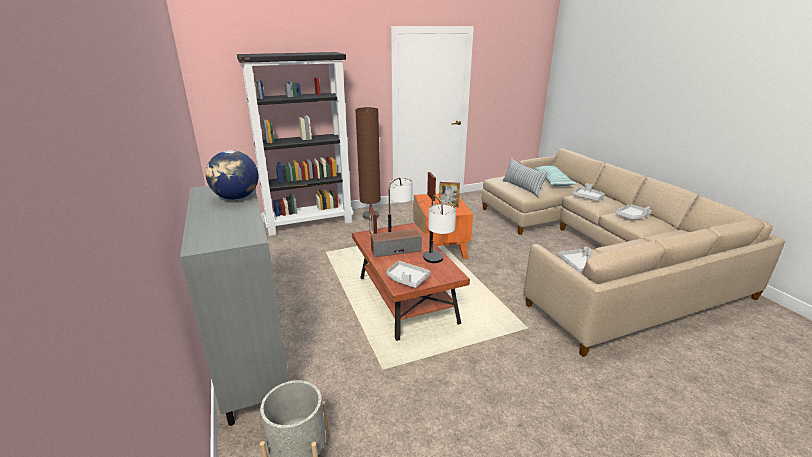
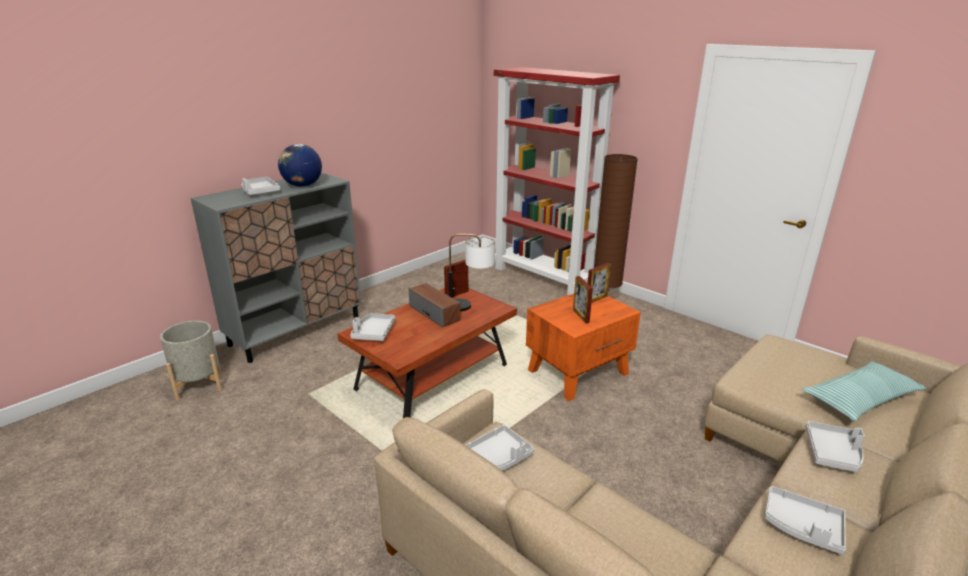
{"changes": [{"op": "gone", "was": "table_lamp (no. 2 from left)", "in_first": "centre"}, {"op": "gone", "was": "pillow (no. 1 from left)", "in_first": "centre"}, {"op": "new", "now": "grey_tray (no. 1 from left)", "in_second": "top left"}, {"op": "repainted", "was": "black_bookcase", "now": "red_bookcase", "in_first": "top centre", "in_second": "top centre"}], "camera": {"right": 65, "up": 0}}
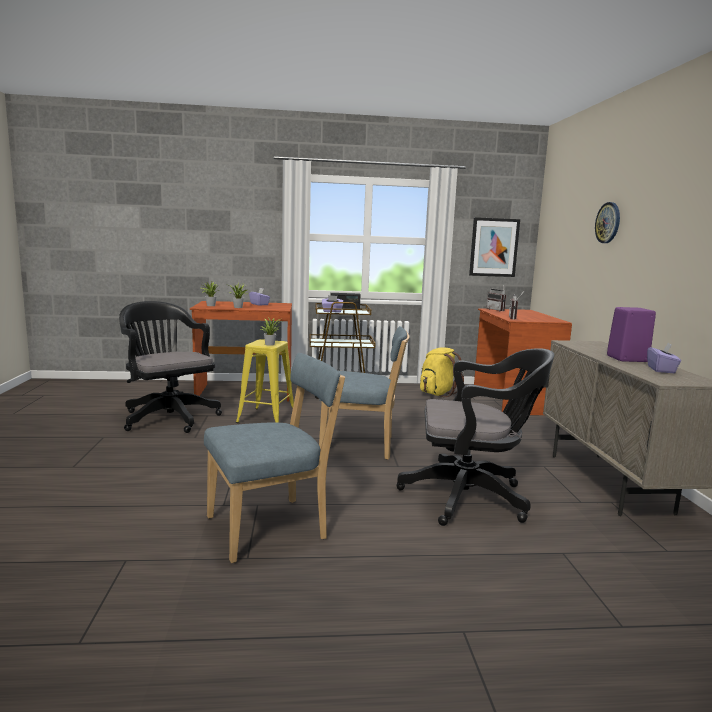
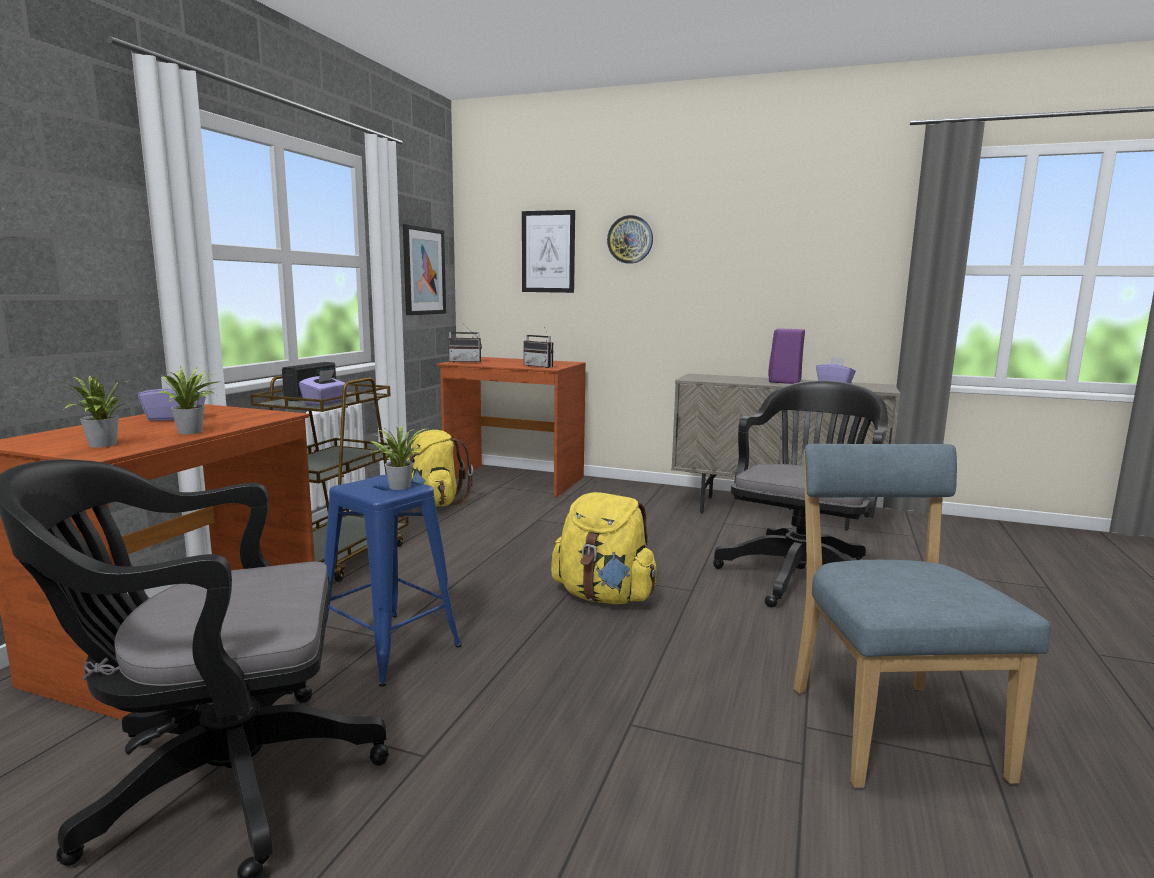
{"changes": [{"op": "new", "now": "picture (no. 2 from left)", "in_second": "top centre"}, {"op": "swapped", "was": "blue_chair (no. 2 from left)", "now": "yellow_backpack (no. 2 from left)", "in_first": "centre", "in_second": "centre"}, {"op": "repainted", "was": "yellow_stool", "now": "blue_stool", "in_first": "centre", "in_second": "centre"}], "camera": {"right": -65, "up": 0}}
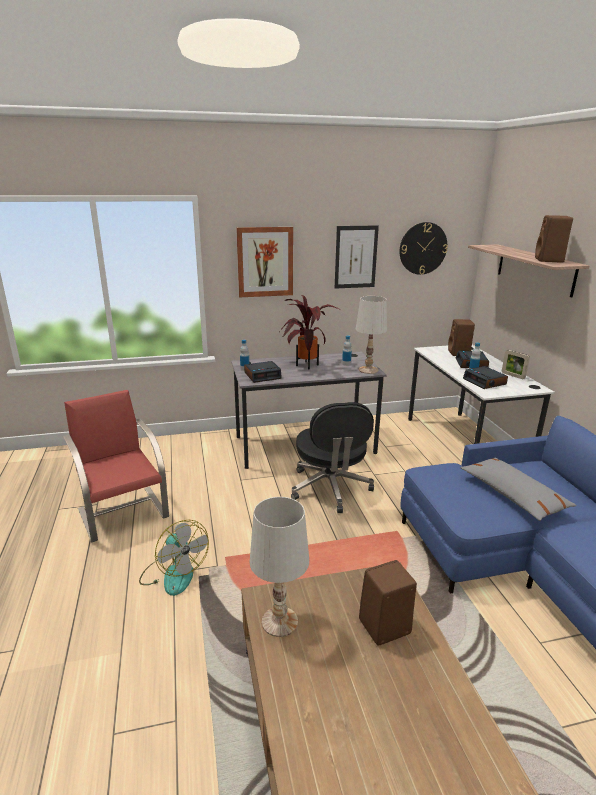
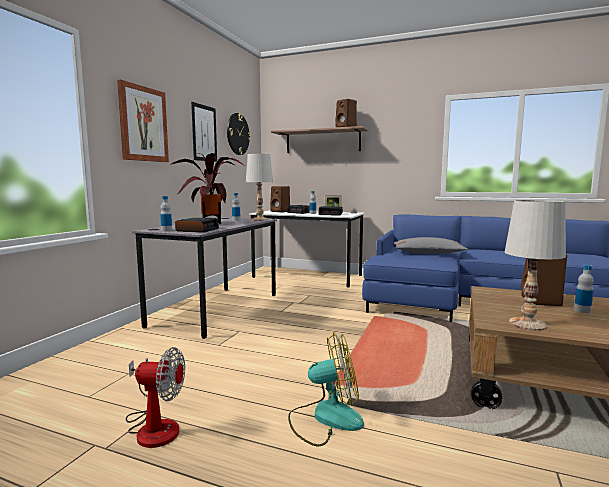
{"changes": [{"op": "gone", "was": "black_office_chair", "in_first": "centre"}, {"op": "new", "now": "bottle (no. 4 from left)", "in_second": "middle right"}, {"op": "swapped", "was": "red_chair", "now": "fan (no. 1 from left)", "in_first": "middle left", "in_second": "bottom left"}], "camera": {"right": -55, "up": -15}}
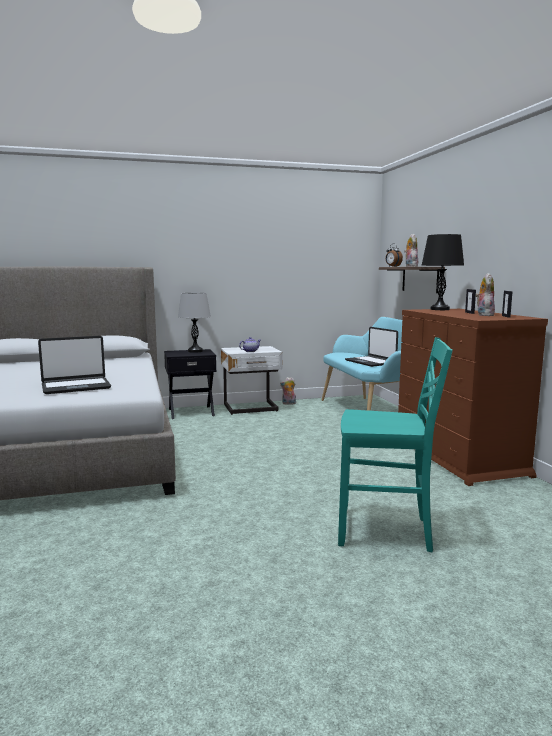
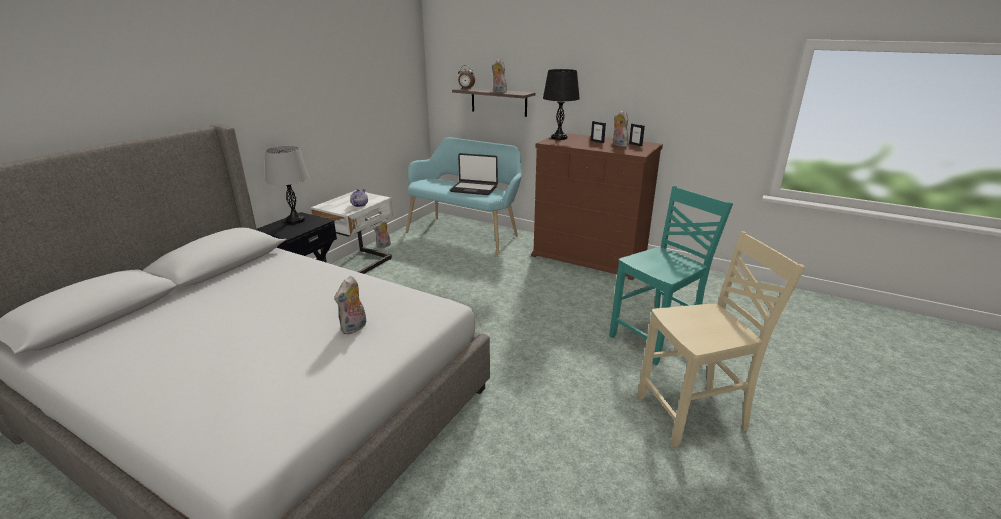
{"changes": [{"op": "new", "now": "beige_chair", "in_second": "middle right"}, {"op": "swapped", "was": "laptop (no. 1 from left)", "now": "plush_toy (no. 1 from left)", "in_first": "middle left", "in_second": "centre"}], "camera": {"right": -45, "up": 15}}
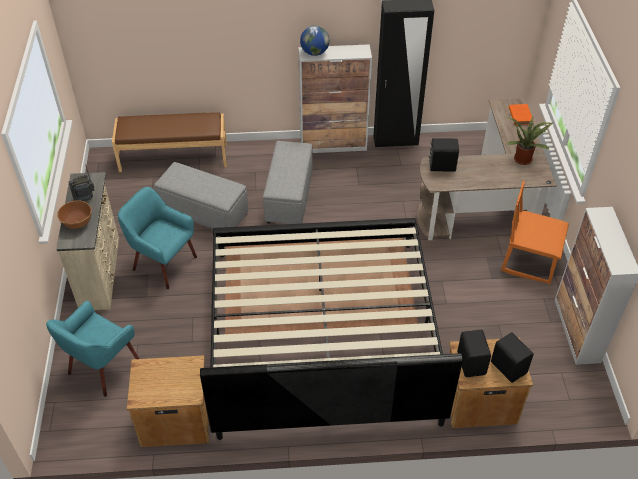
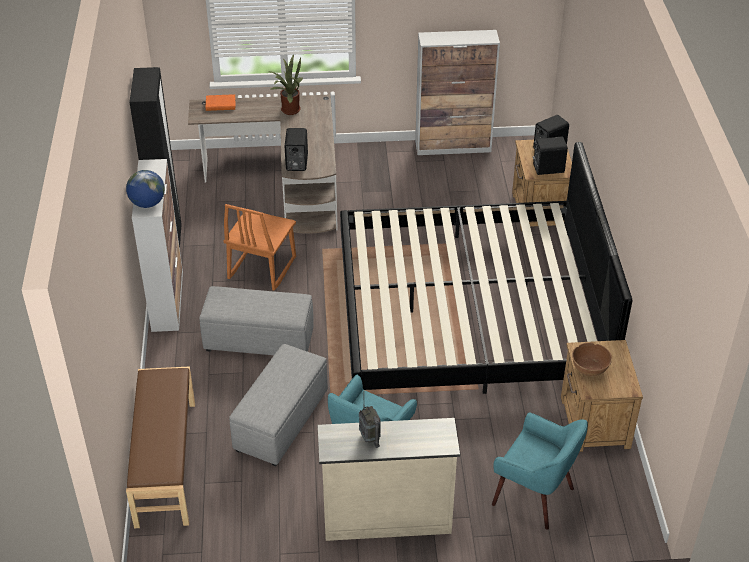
{"changes": [{"op": "shifted", "was": "brown_bowl", "in_first": "middle left", "in_second": "middle right"}, {"op": "shifted", "was": "orange_chair", "in_first": "middle right", "in_second": "centre"}], "camera": {"right": -90, "up": -5}}
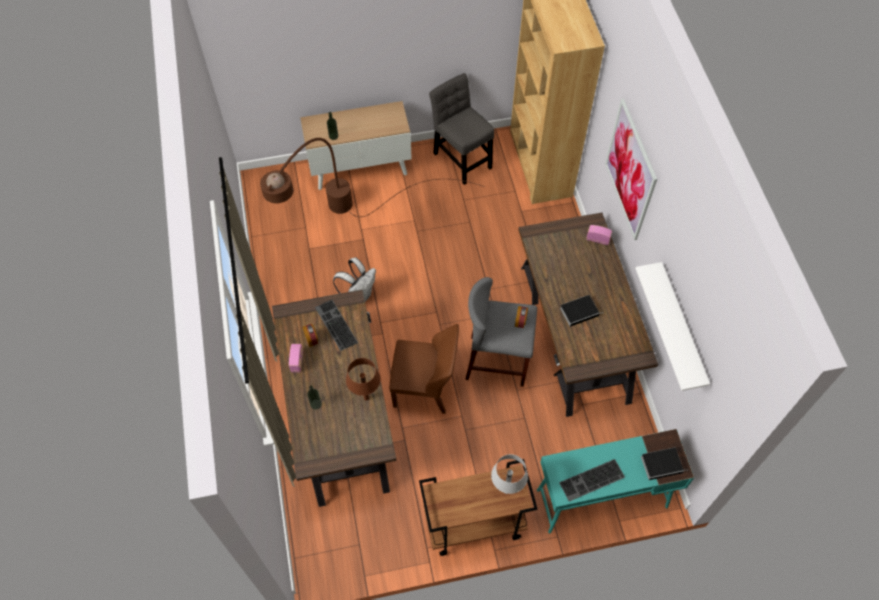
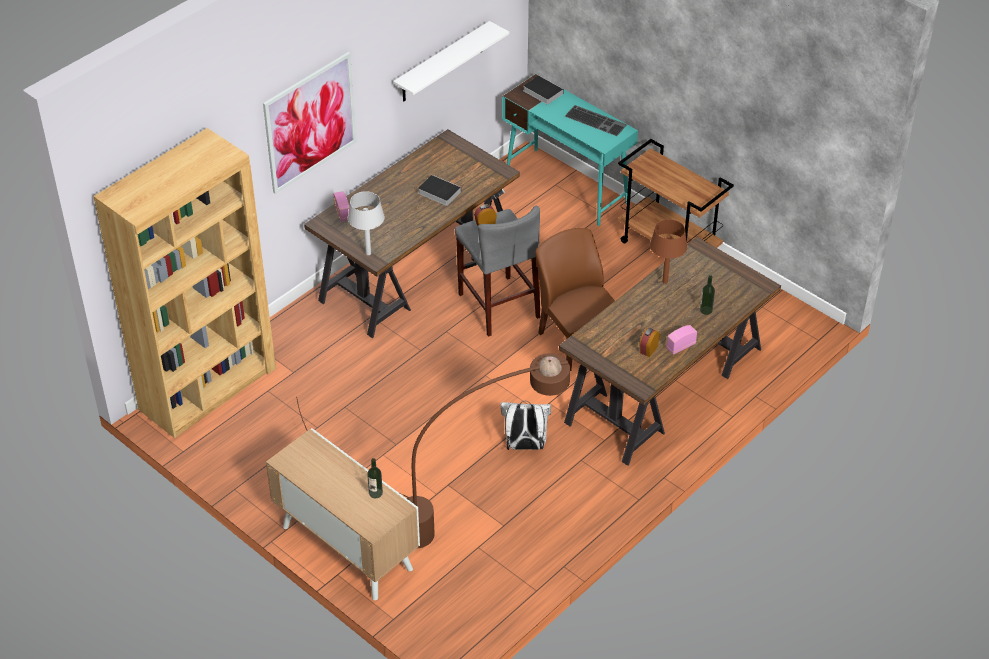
{"changes": [{"op": "gone", "was": "keyboard (no. 1 from left)", "in_first": "centre"}, {"op": "gone", "was": "grey_chair", "in_first": "top centre"}, {"op": "shifted", "was": "grey_table_lamp", "in_first": "bottom centre", "in_second": "centre"}], "camera": {"right": -125, "up": -15}}
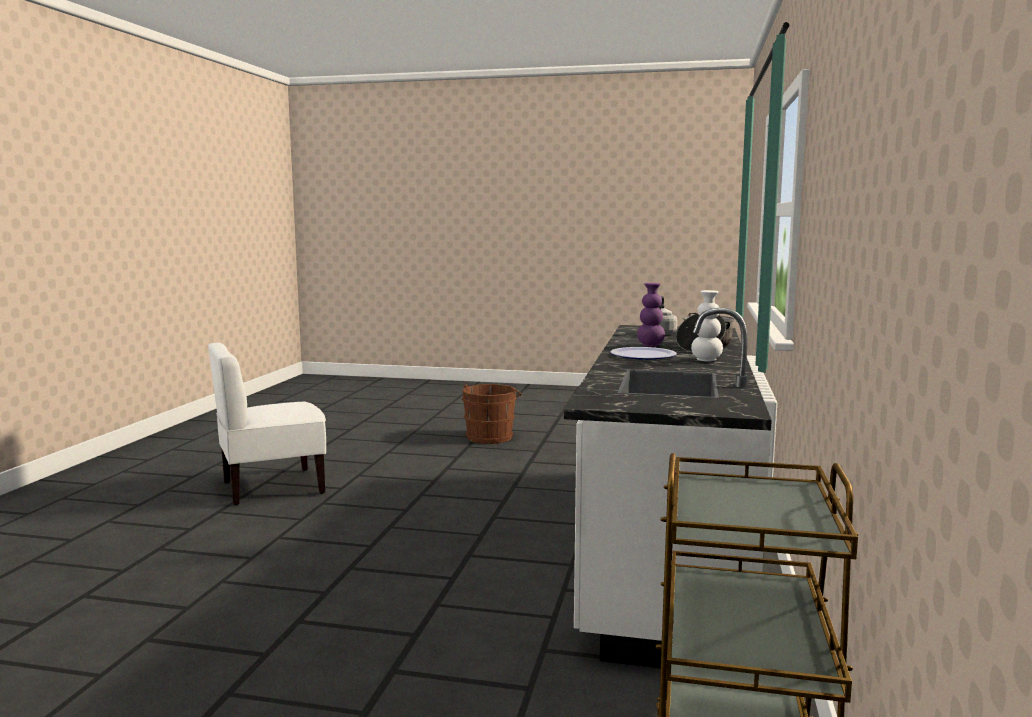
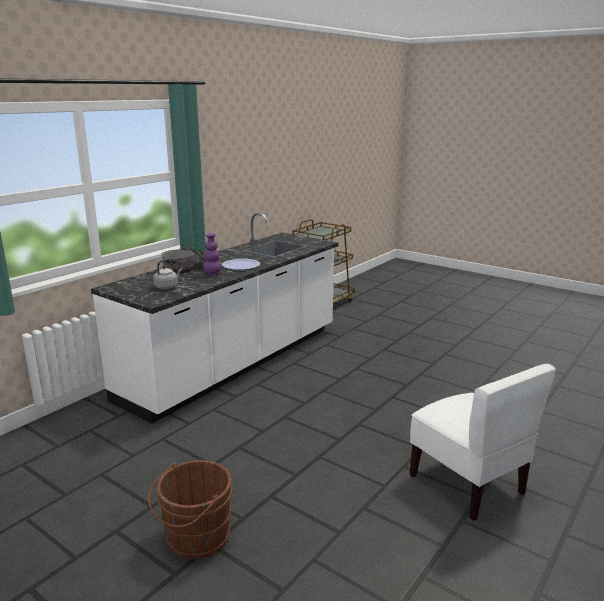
{"changes": [{"op": "gone", "was": "white_vase", "in_first": "middle right"}, {"op": "rotated", "was": "white_chair", "in_first": "middle left", "in_second": "bottom right", "clockwise": 60}], "camera": {"right": -155, "up": 10}}
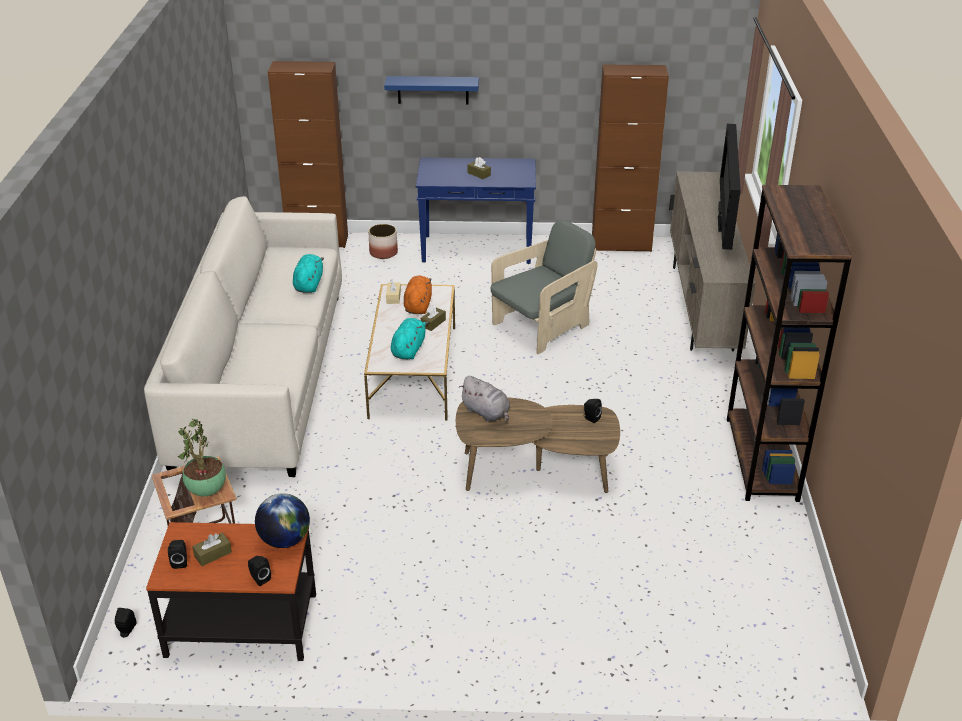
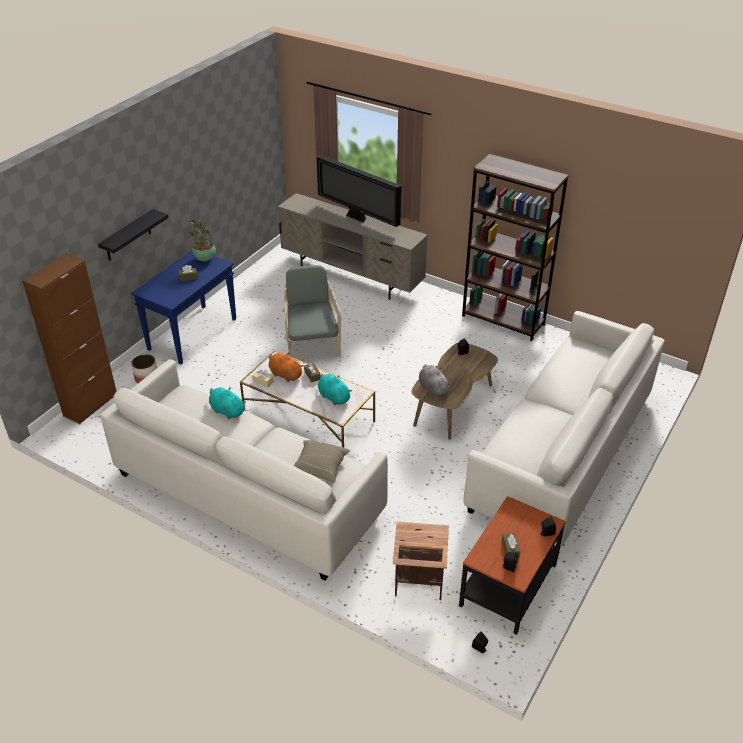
{"changes": [{"op": "gone", "was": "globe", "in_first": "bottom left"}, {"op": "gone", "was": "brown_cabinet (no. 2 from left)", "in_first": "top centre"}, {"op": "new", "now": "beige_pillow", "in_second": "centre"}, {"op": "new", "now": "white_sofa (no. 2 from left)", "in_second": "middle right"}, {"op": "shifted", "was": "potted_plant", "in_first": "middle left", "in_second": "top left"}, {"op": "repainted", "was": "blue_shelf", "now": "black_shelf", "in_first": "top centre", "in_second": "top left"}, {"op": "rotated", "was": "grey_plush_toy", "in_first": "centre", "in_second": "centre", "clockwise": -105}], "camera": {"right": -60, "up": 5}}
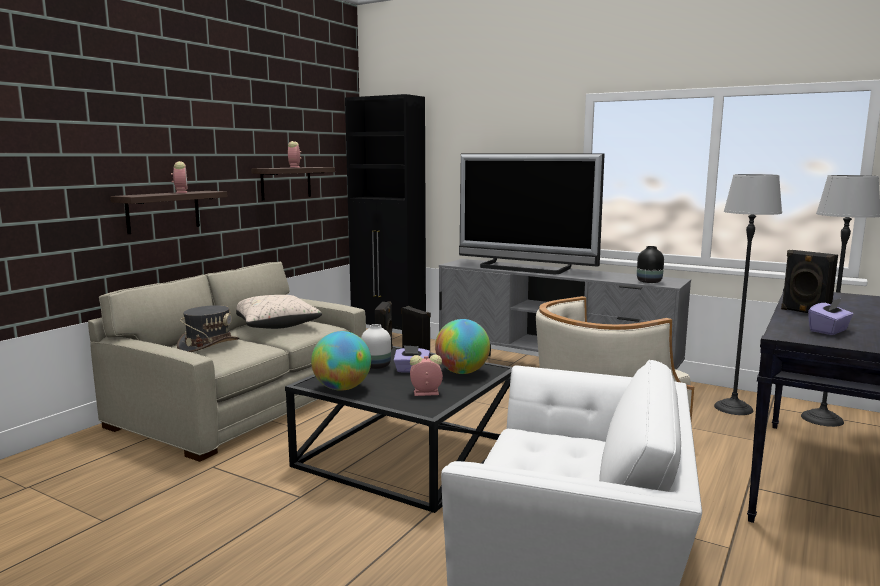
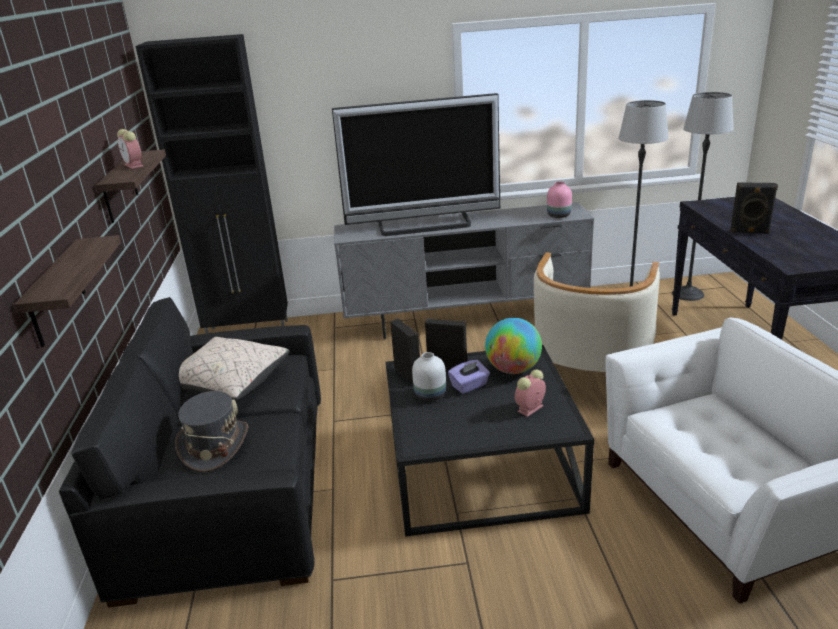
{"changes": [{"op": "gone", "was": "alarm_clock (no. 1 from left)", "in_first": "top left"}, {"op": "gone", "was": "globe (no. 1 from left)", "in_first": "centre"}, {"op": "gone", "was": "purple_tissue_box (no. 2 from left)", "in_first": "middle right"}, {"op": "repainted", "was": "beige_sofa", "now": "black_sofa", "in_first": "middle left", "in_second": "bottom left"}, {"op": "repainted", "was": "black_vase", "now": "pink_vase", "in_first": "middle right", "in_second": "top right"}], "camera": {"right": -35, "up": 15}}
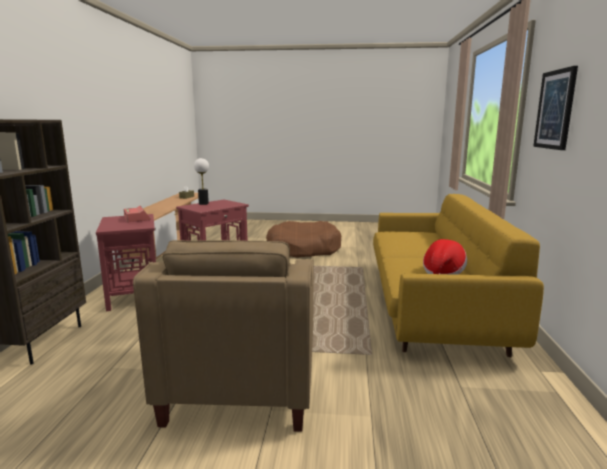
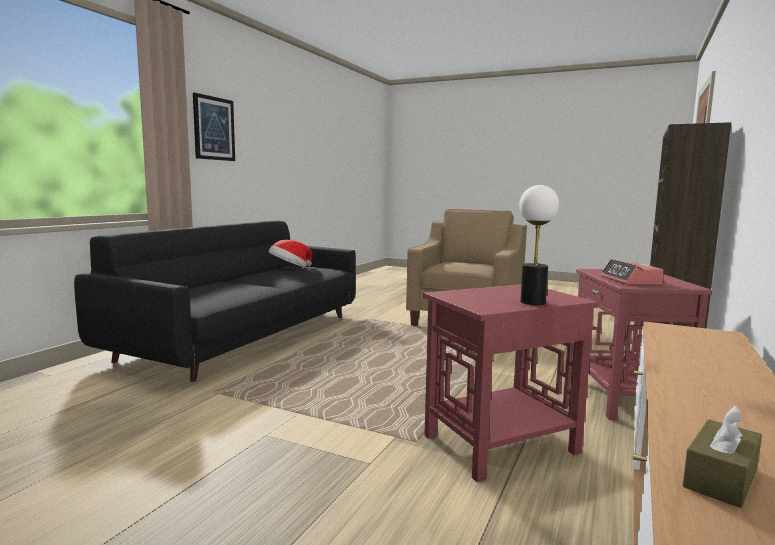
{"changes": [{"op": "gone", "was": "brown_dog_bed", "in_first": "centre"}, {"op": "repainted", "was": "yellow_sofa", "now": "black_sofa", "in_first": "middle right", "in_second": "middle left"}], "camera": {"right": -160, "up": -5}}
